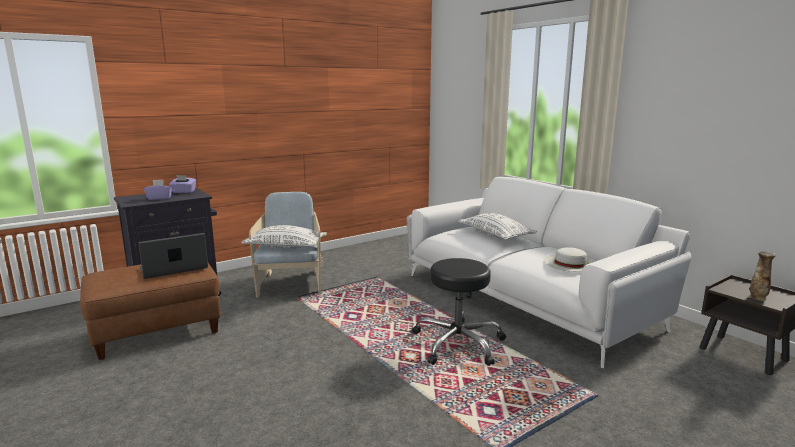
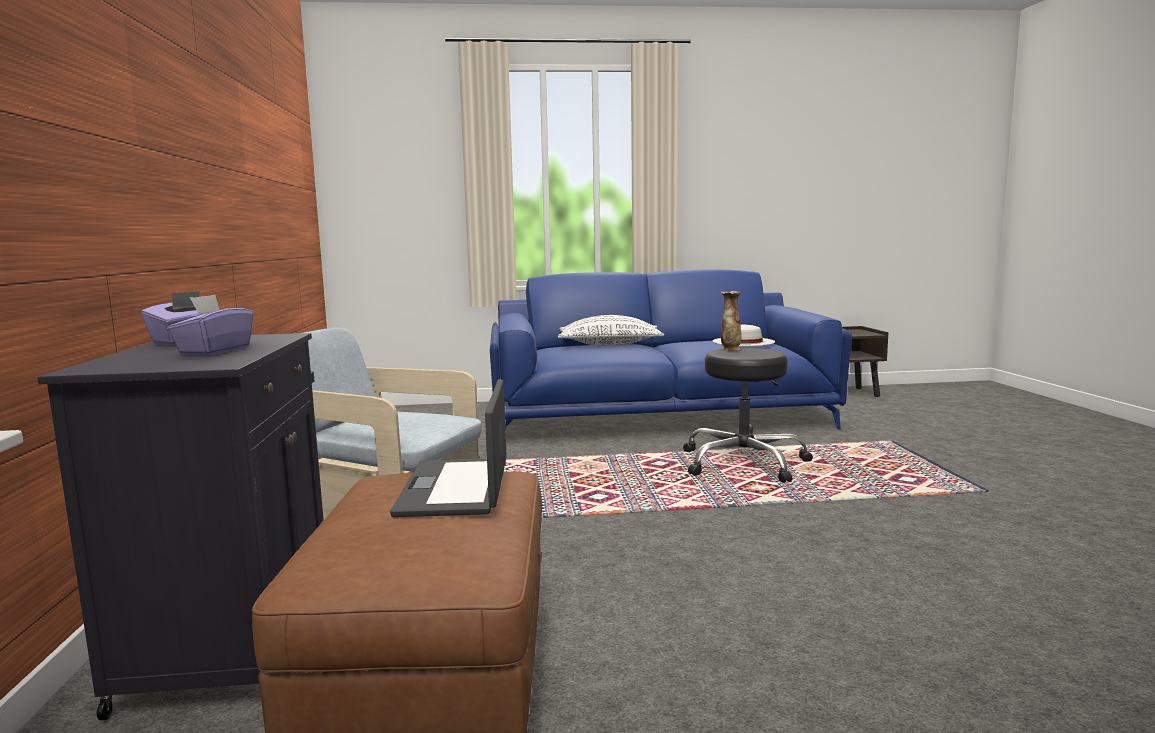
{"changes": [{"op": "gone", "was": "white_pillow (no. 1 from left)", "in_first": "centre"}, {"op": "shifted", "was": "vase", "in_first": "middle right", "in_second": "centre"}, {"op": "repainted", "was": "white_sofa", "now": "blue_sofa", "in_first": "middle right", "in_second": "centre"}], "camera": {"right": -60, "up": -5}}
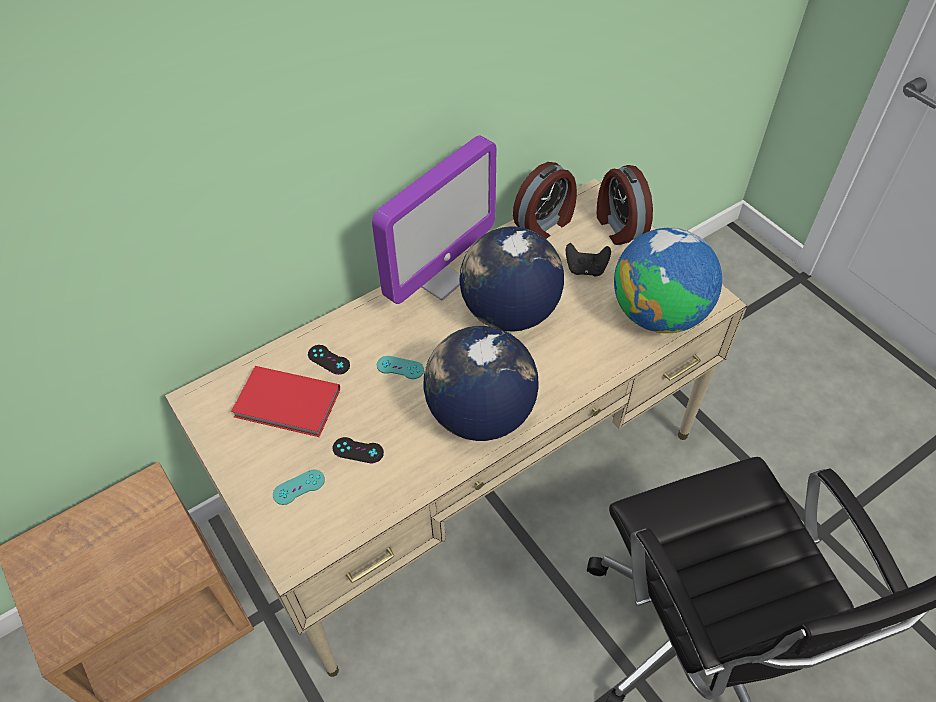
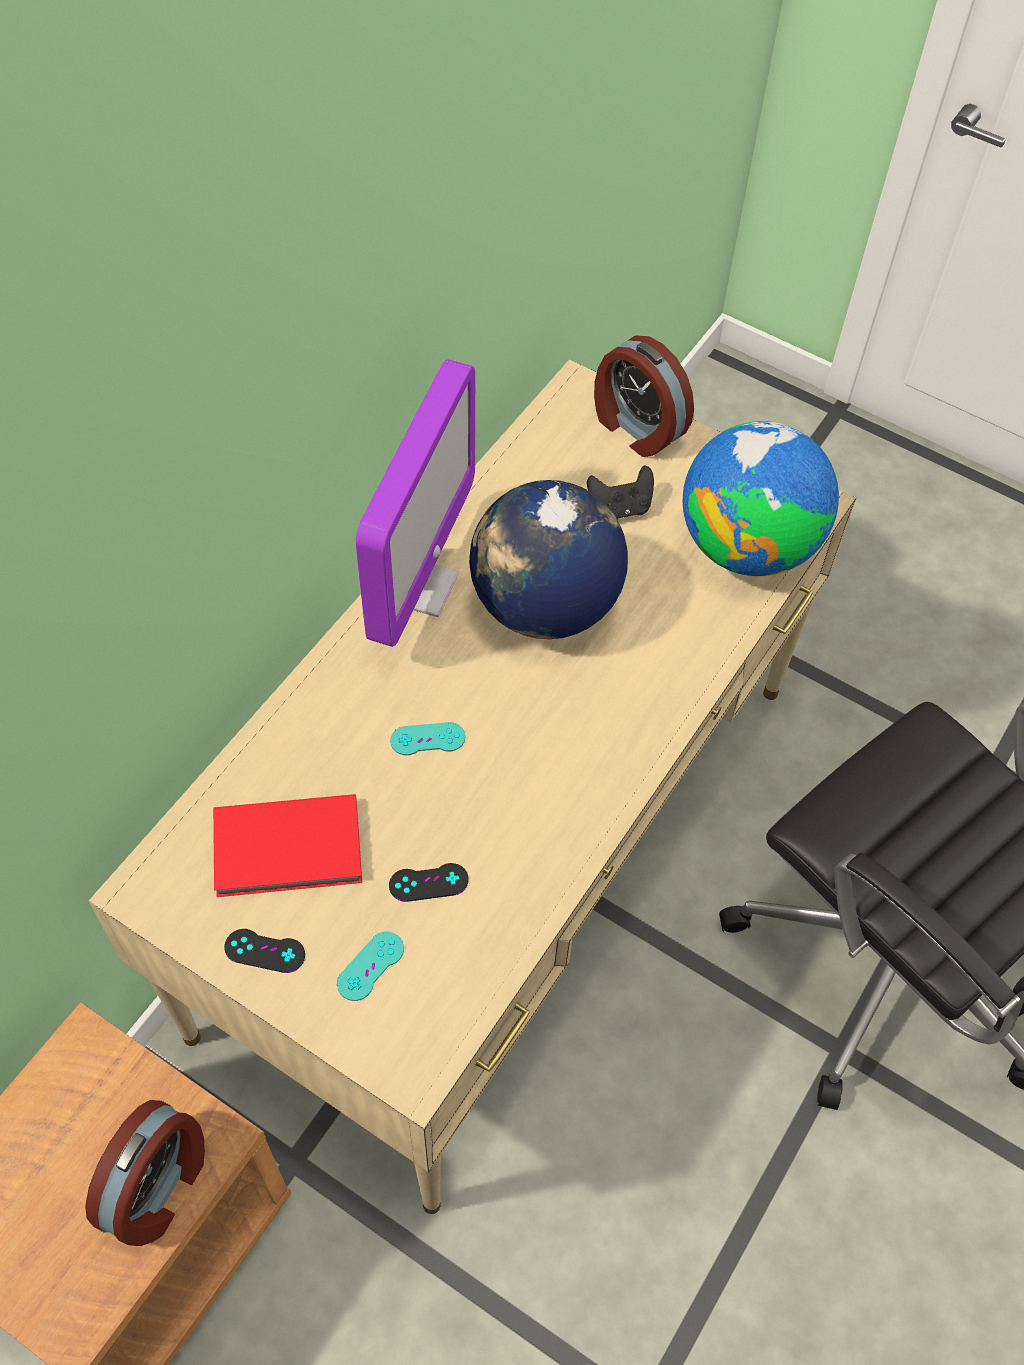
{"changes": [{"op": "gone", "was": "globe (no. 1 from left)", "in_first": "centre"}, {"op": "shifted", "was": "black_game_controller (no. 1 from left)", "in_first": "centre", "in_second": "bottom left"}, {"op": "shifted", "was": "alarm_clock (no. 1 from left)", "in_first": "top centre", "in_second": "bottom left"}], "camera": {"right": -25, "up": 5}}
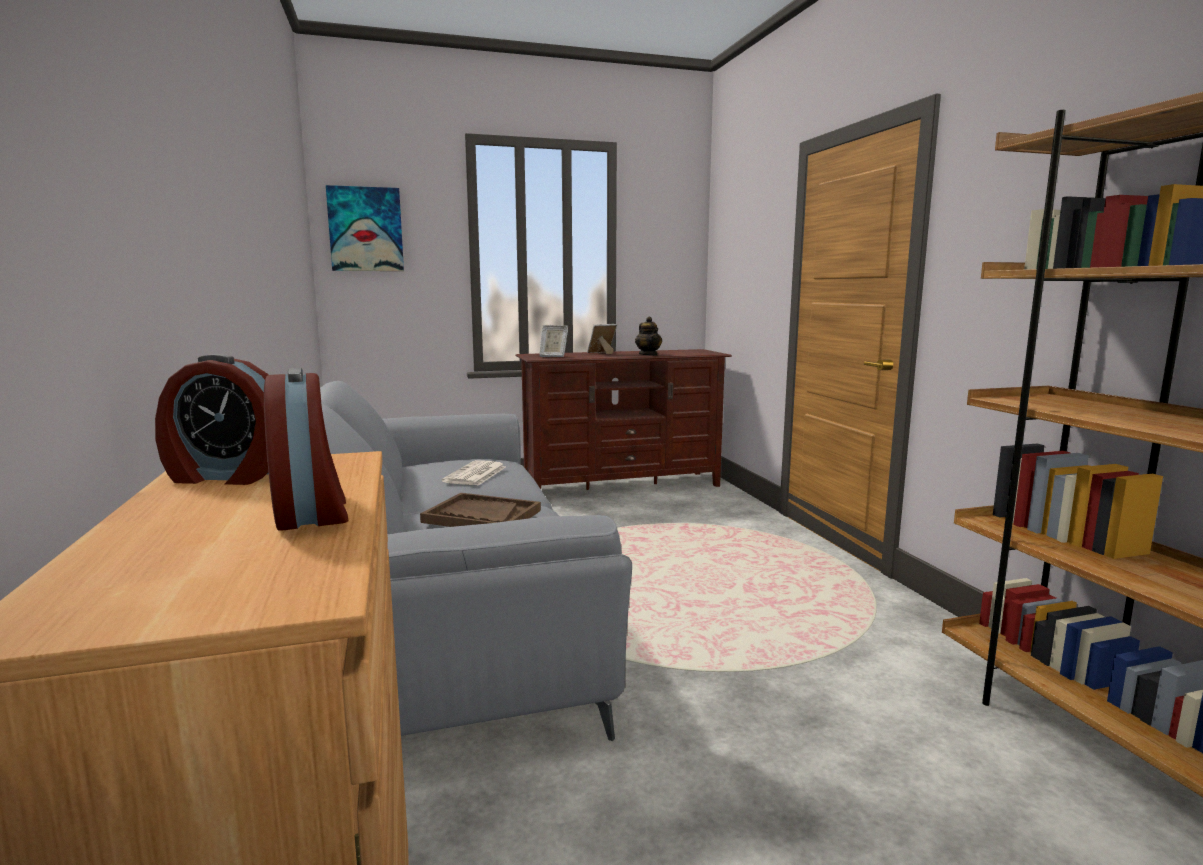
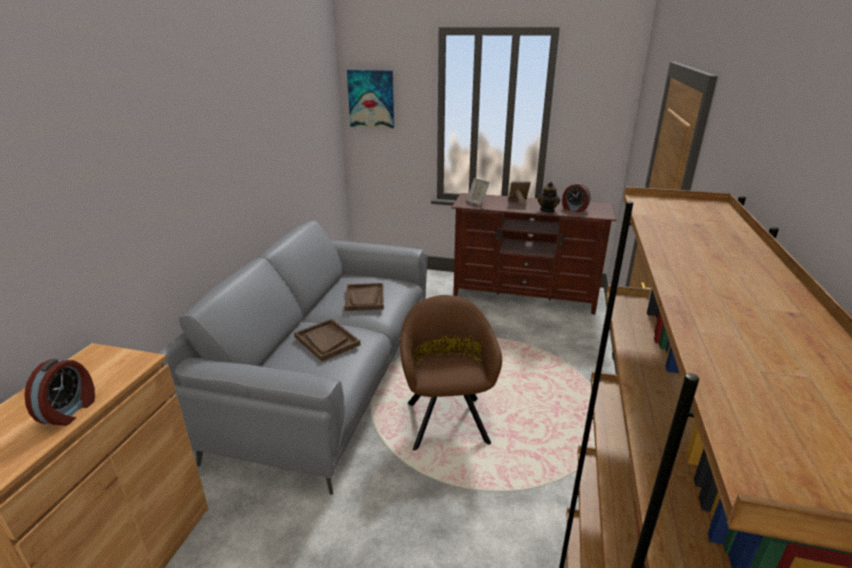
{"changes": [{"op": "new", "now": "brown_armchair", "in_second": "centre"}, {"op": "shifted", "was": "alarm_clock (no. 1 from left in the first image)", "now": "alarm_clock (no. 2 from left)", "in_first": "middle left", "in_second": "middle right"}, {"op": "swapped", "was": "newspaper", "now": "brown_tray (no. 2 from left)", "in_first": "centre", "in_second": "centre"}], "camera": {"right": 30, "up": 15}}
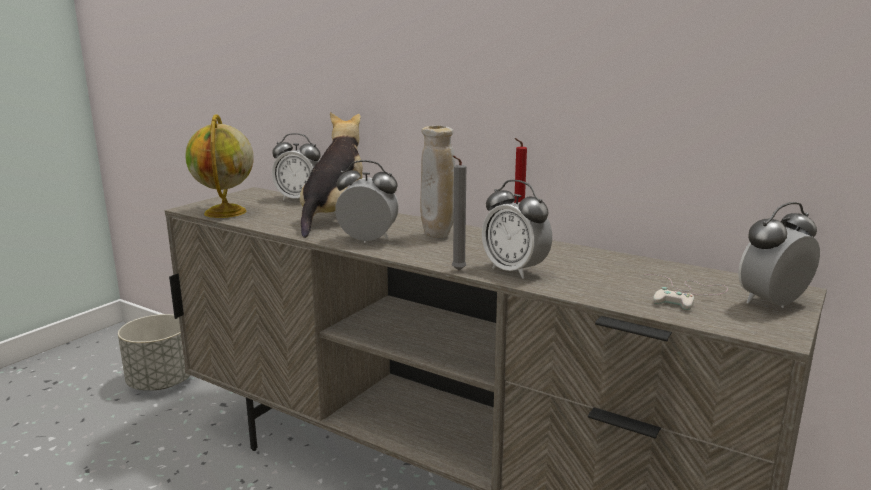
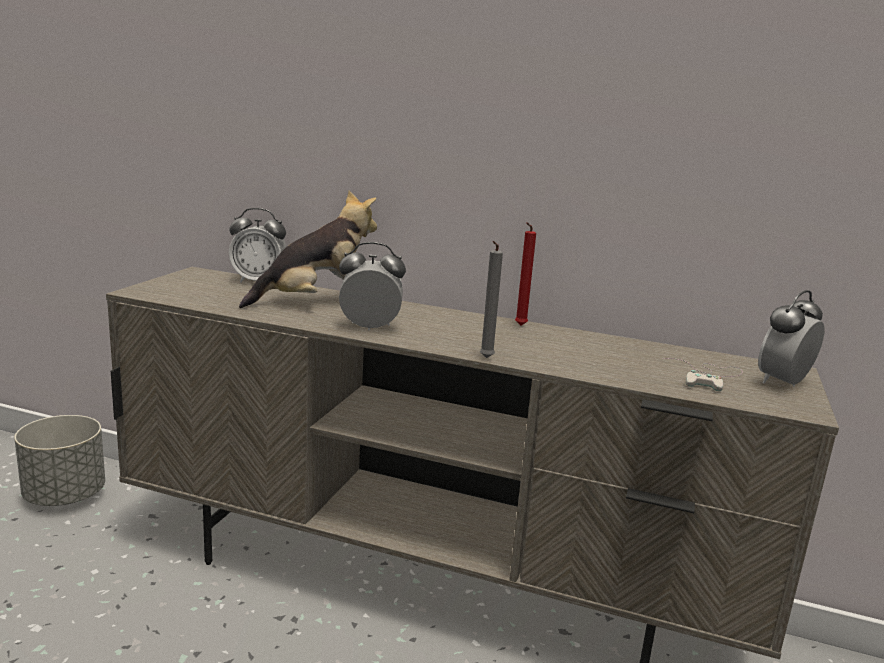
{"changes": [{"op": "gone", "was": "globe", "in_first": "middle left"}, {"op": "gone", "was": "beige_vase", "in_first": "centre"}, {"op": "gone", "was": "alarm_clock (no. 3 from left)", "in_first": "centre"}, {"op": "rotated", "was": "plush_toy", "in_first": "centre", "in_second": "centre", "clockwise": 60}], "camera": {"right": -15, "up": 0}}
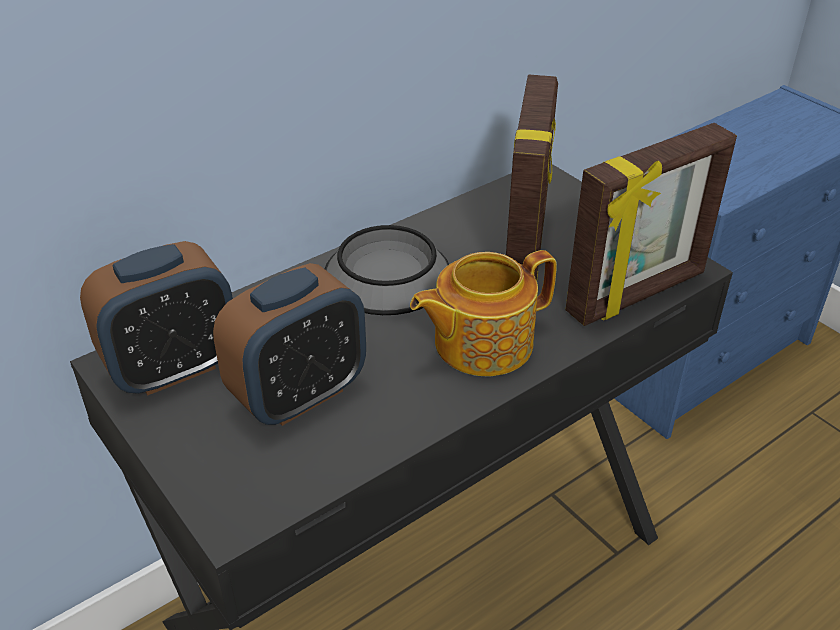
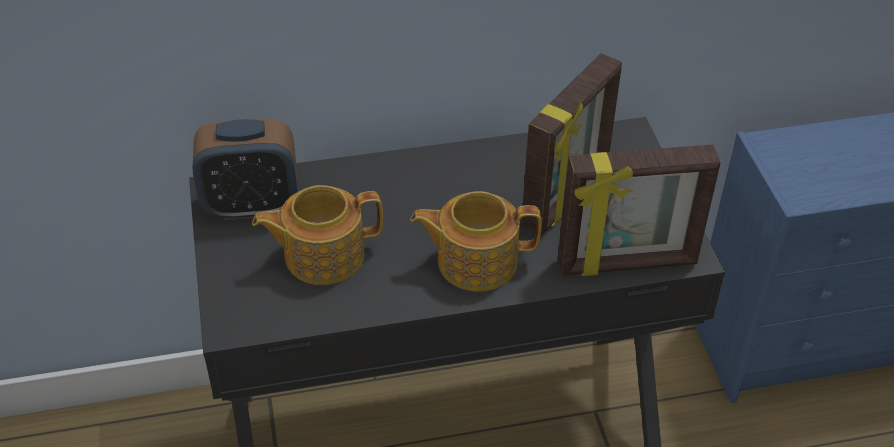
{"changes": [{"op": "gone", "was": "bowl", "in_first": "centre"}, {"op": "swapped", "was": "alarm_clock (no. 2 from left)", "now": "teapot (no. 1 from left)", "in_first": "centre", "in_second": "centre"}], "camera": {"right": 25, "up": 5}}
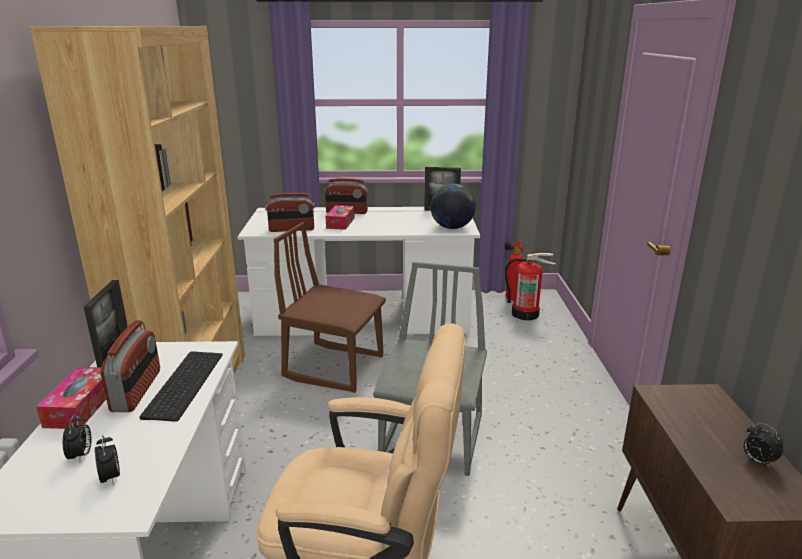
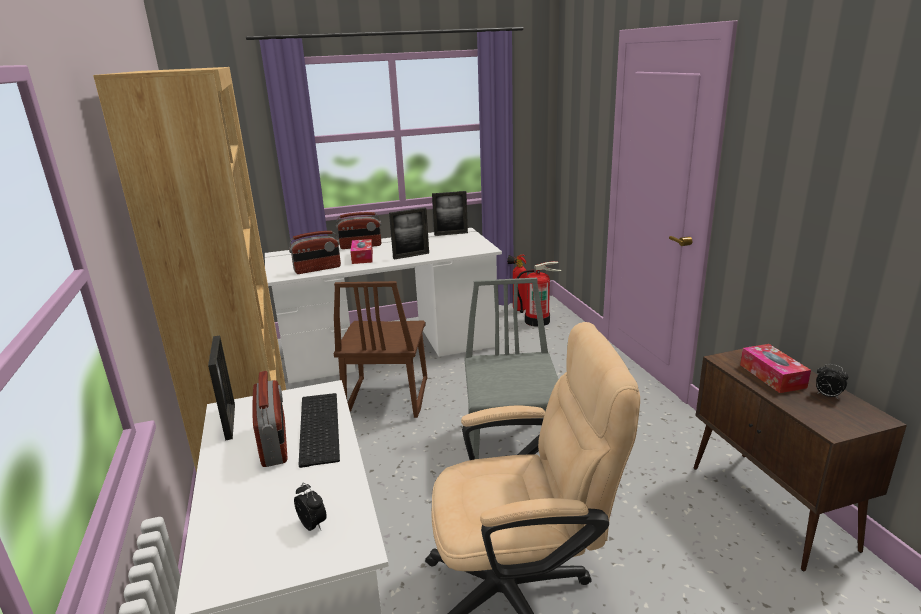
{"changes": [{"op": "gone", "was": "alarm_clock (no. 1 from left)", "in_first": "bottom left"}, {"op": "gone", "was": "globe", "in_first": "centre"}, {"op": "new", "now": "picture_frame (no. 2 from left)", "in_second": "centre"}, {"op": "shifted", "was": "tissue_box (no. 1 from left in the first image)", "now": "tissue_box (no. 2 from left)", "in_first": "bottom left", "in_second": "middle right"}, {"op": "rotated", "was": "brown_chair", "in_first": "centre", "in_second": "centre", "clockwise": -90}], "camera": {"right": -15, "up": 0}}
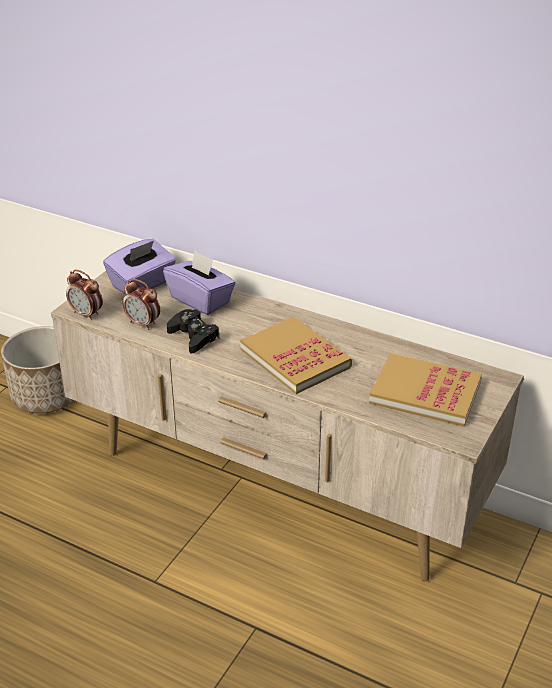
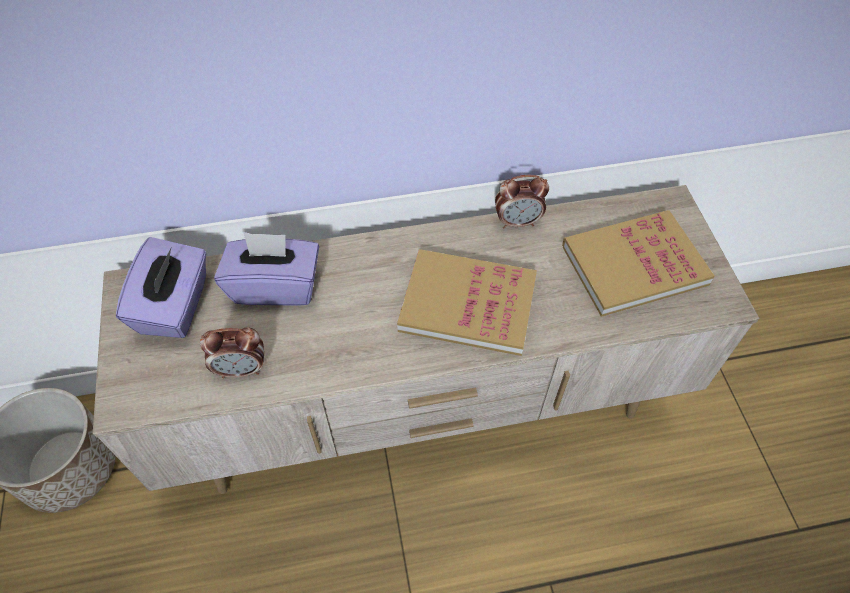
{"changes": [{"op": "gone", "was": "black_game_controller", "in_first": "centre"}, {"op": "shifted", "was": "alarm_clock (no. 1 from left in the first image)", "now": "alarm_clock (no. 2 from left)", "in_first": "middle left", "in_second": "centre"}], "camera": {"right": -40, "up": 20}}
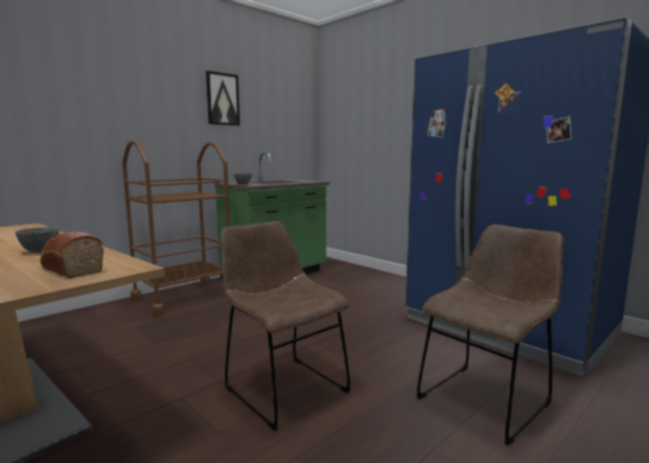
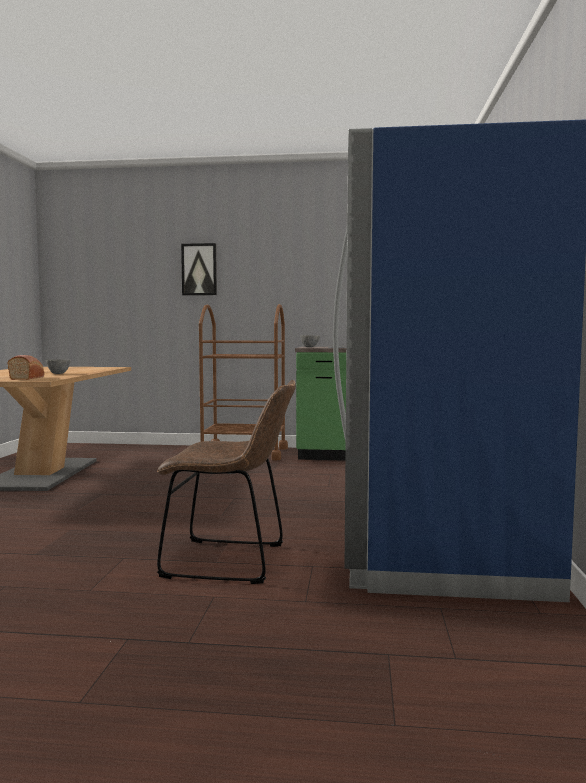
{"changes": [{"op": "gone", "was": "brown_chair (no. 1 from left)", "in_first": "bottom centre"}, {"op": "shifted", "was": "picture", "in_first": "top centre", "in_second": "centre"}], "camera": {"right": 50, "up": -5}}
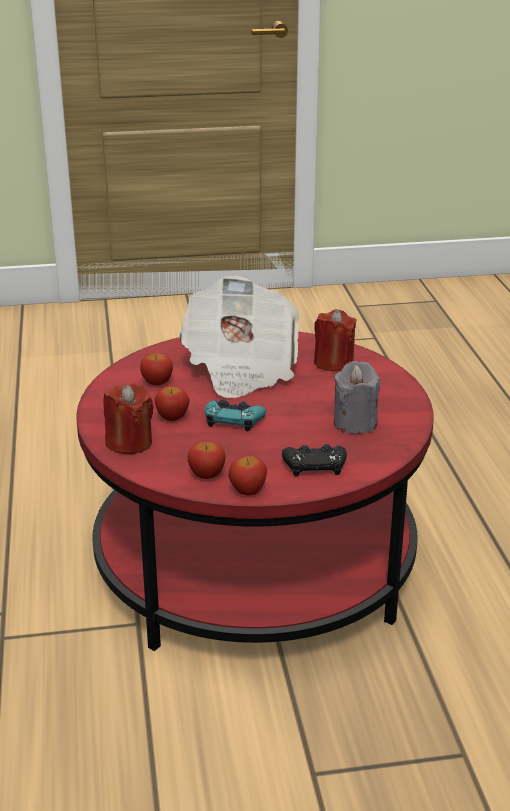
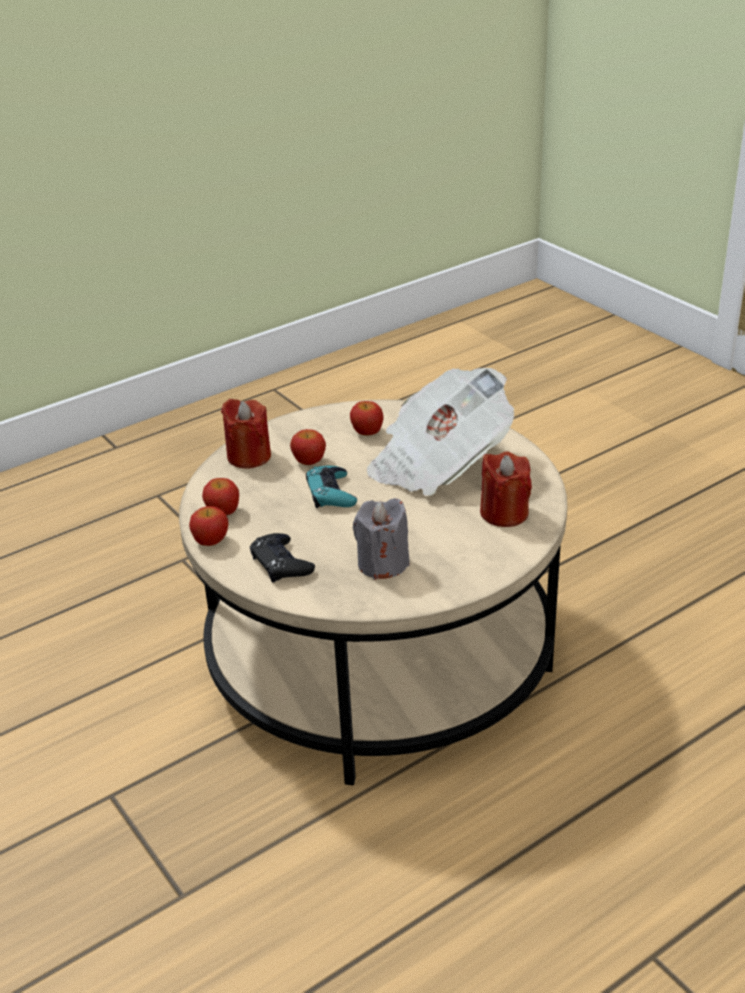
{"changes": [{"op": "repainted", "was": "red_coffee_table", "now": "beige_coffee_table", "in_first": "centre", "in_second": "centre"}], "camera": {"right": 65, "up": 5}}
